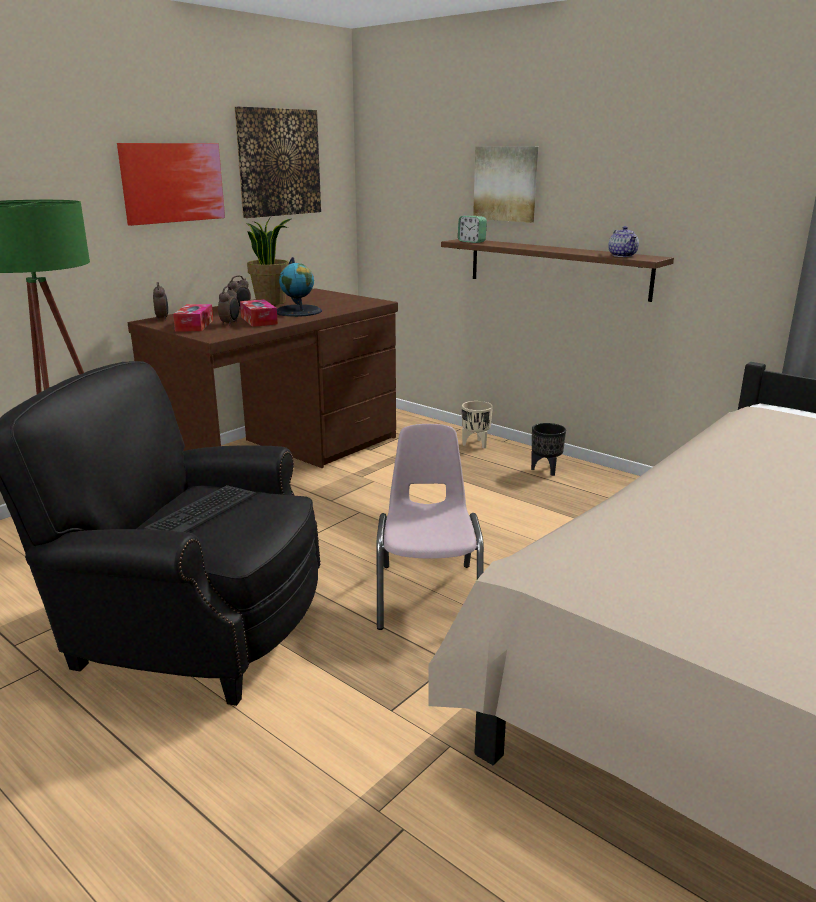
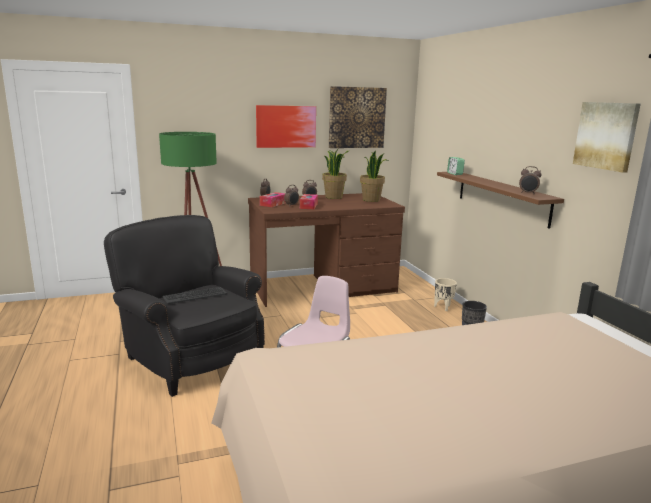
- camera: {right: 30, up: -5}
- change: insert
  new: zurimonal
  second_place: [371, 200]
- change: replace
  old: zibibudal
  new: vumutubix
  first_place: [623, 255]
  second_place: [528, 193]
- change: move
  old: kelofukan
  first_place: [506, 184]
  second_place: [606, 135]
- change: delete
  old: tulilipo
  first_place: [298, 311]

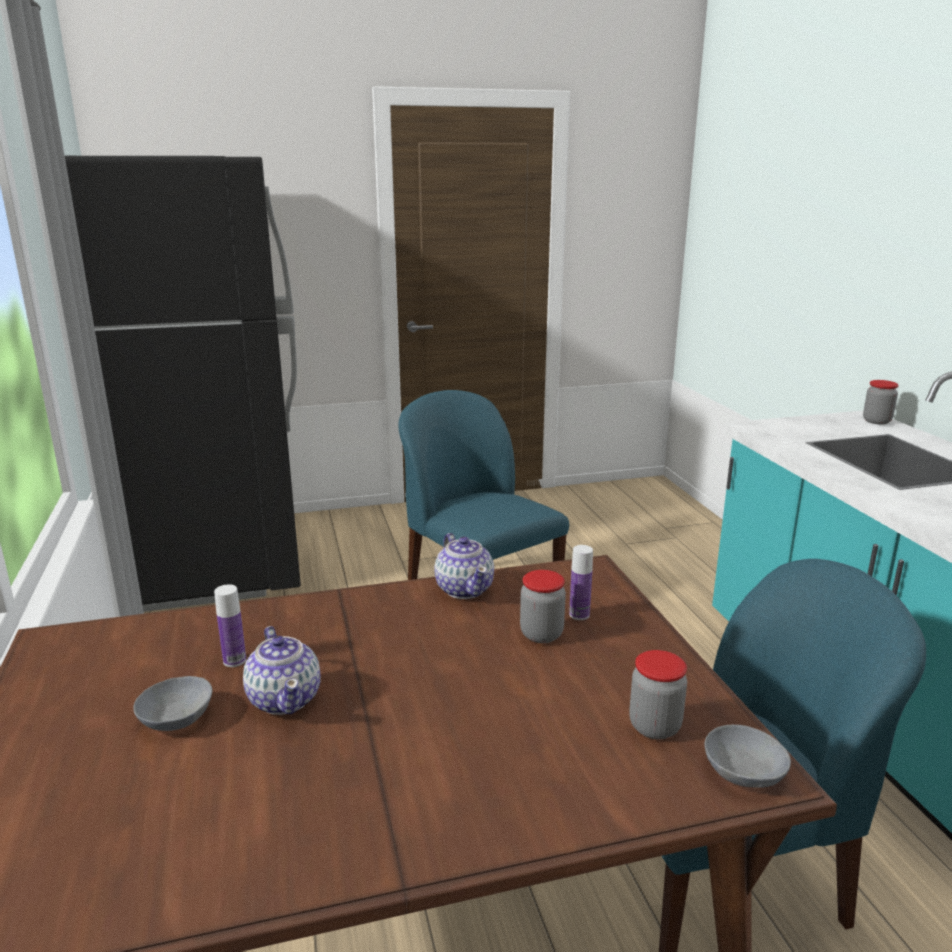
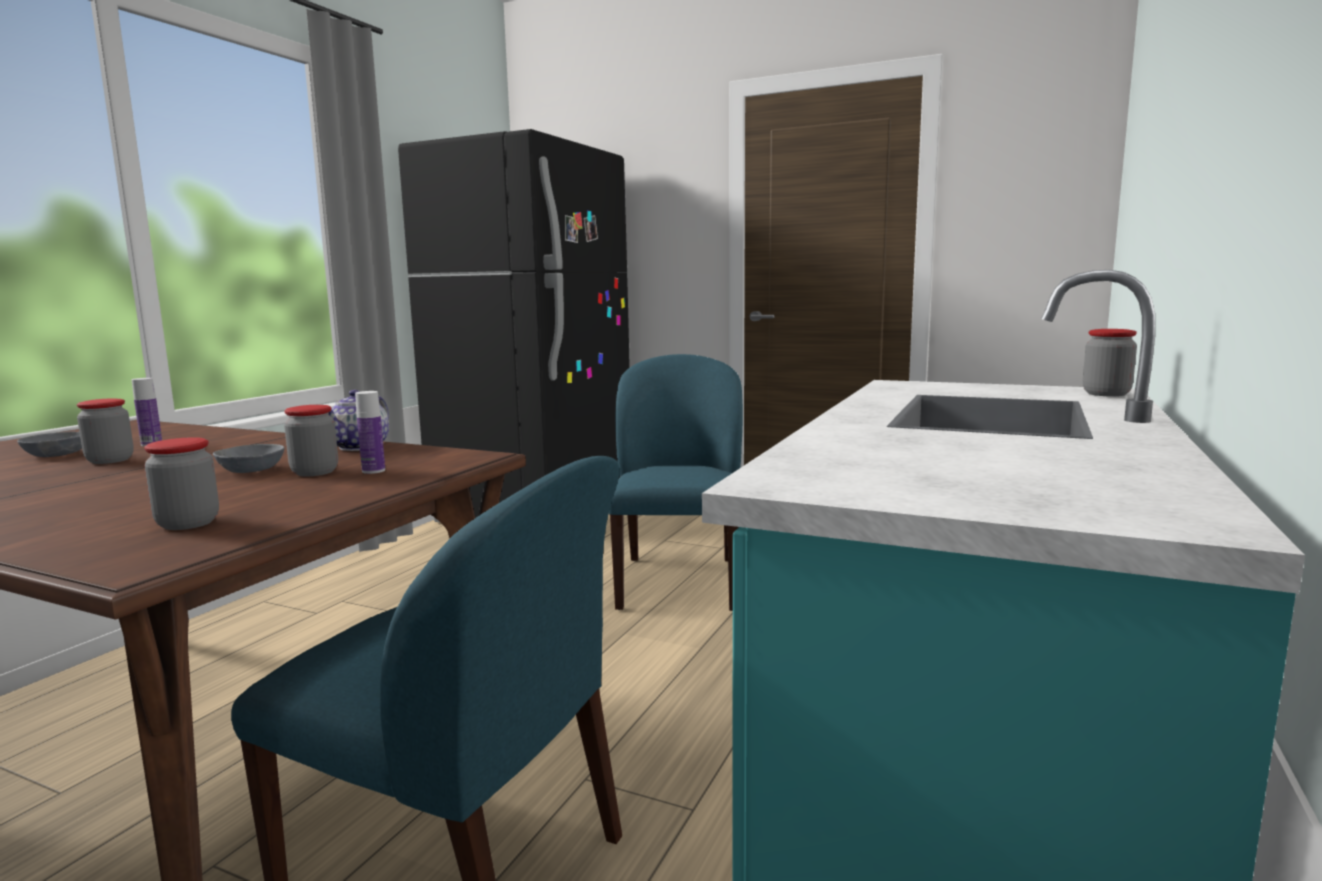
- camera: {right: 40, up: -10}
- change: replace
  old: zibibudal
  new: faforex
  first_place: [285, 698]
  second_place: [110, 460]
- change: move
  old: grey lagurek
  first_place: [746, 771]
  second_place: [252, 470]

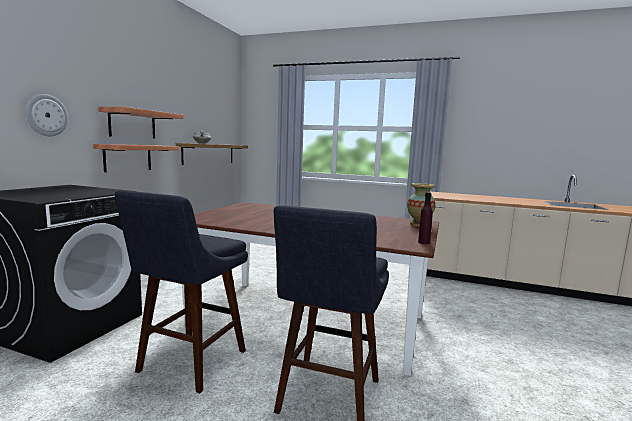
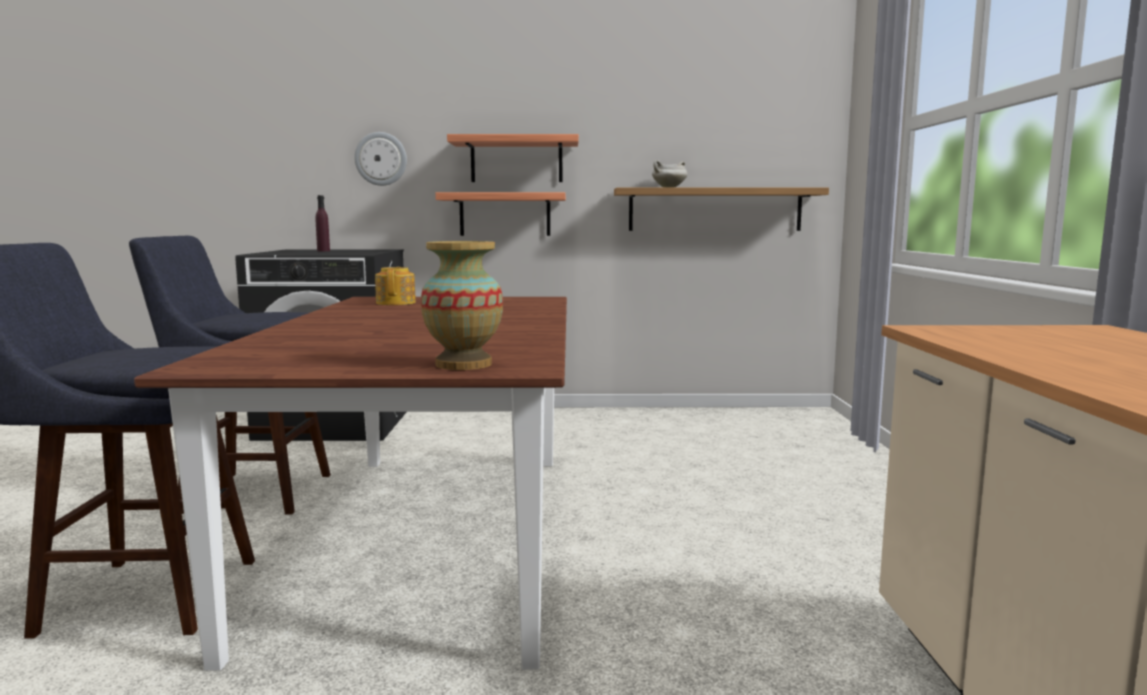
- camera: {right: 70, up: 0}
- change: move
  old: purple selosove
  first_place: [424, 242]
  second_place: [323, 251]
- change: insert
  new: zibibudal
  second_place: [396, 303]

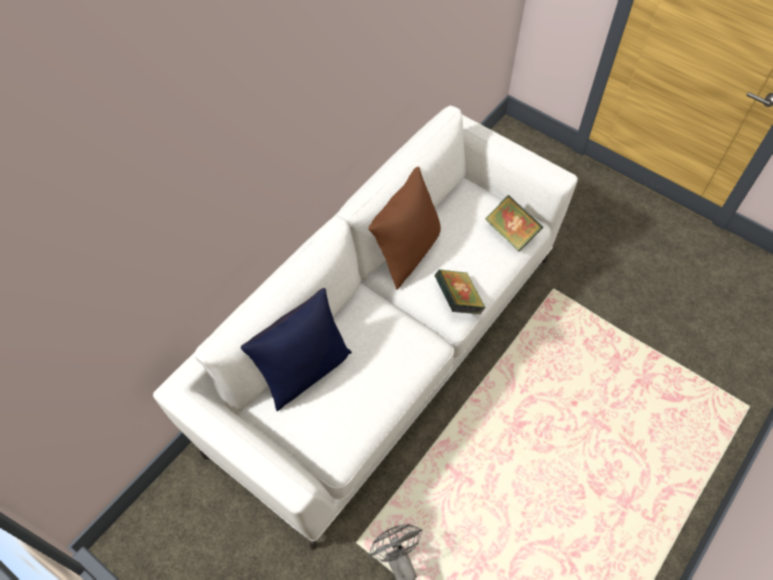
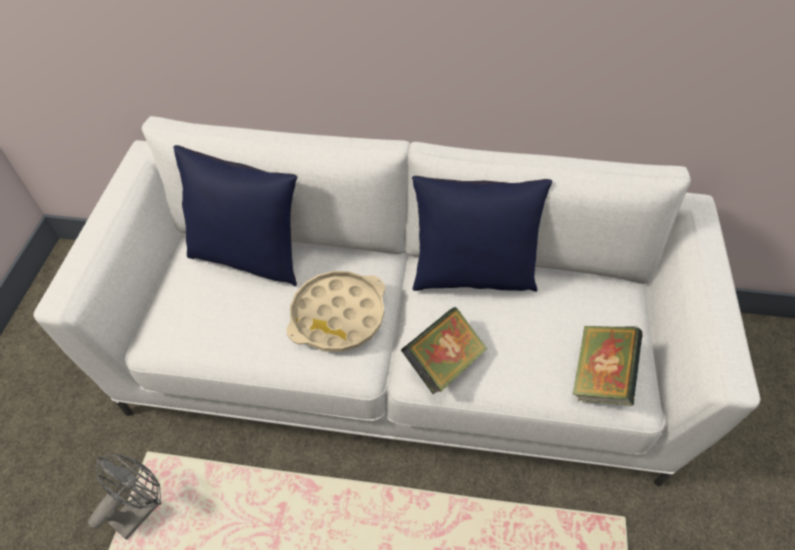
- camera: {right: 60, up: -5}
- change: insert
  new: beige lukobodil
  second_place: [338, 316]
- change: recolor
  old: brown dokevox
  new: blue dokevox
  first_place: [406, 253]
  second_place: [472, 275]

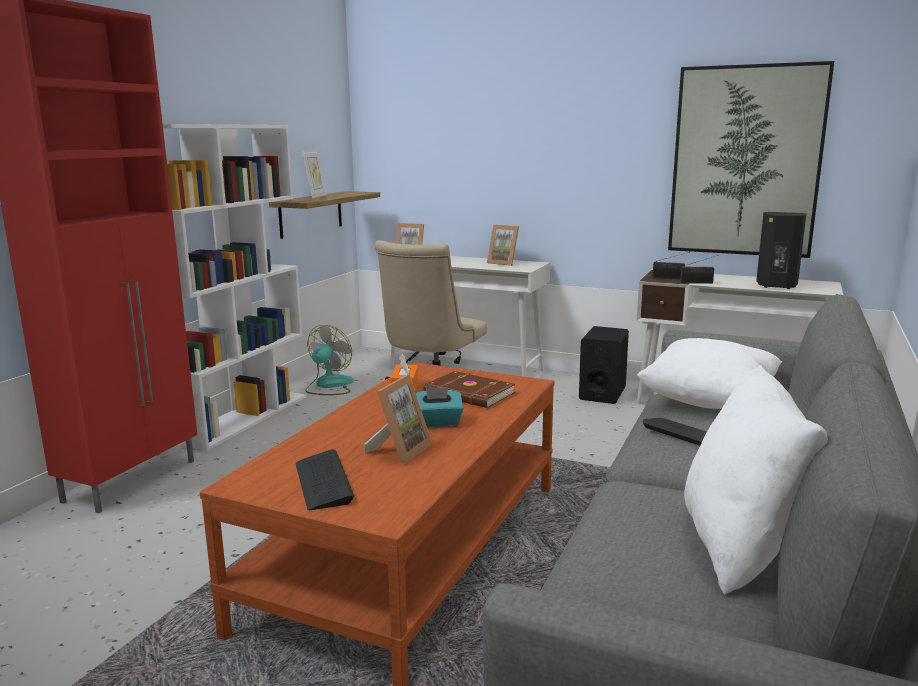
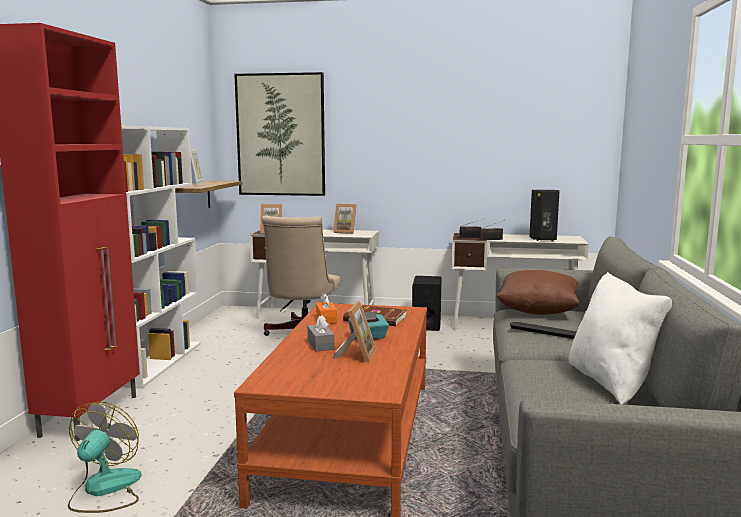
- camera: {right: -15, up: -5}
- change: move
  old: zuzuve
  first_place: [328, 386]
  second_place: [104, 490]
- change: move
  old: kelofukan
  first_place: [745, 162]
  second_place: [280, 135]
- change: insert
  new: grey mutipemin
  second_place: [320, 344]
- change: recolor
  old: white dokevox
  new: brown dokevox
  first_place: [708, 401]
  second_place: [537, 311]
- change: delete
  old: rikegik
  first_place: [323, 482]

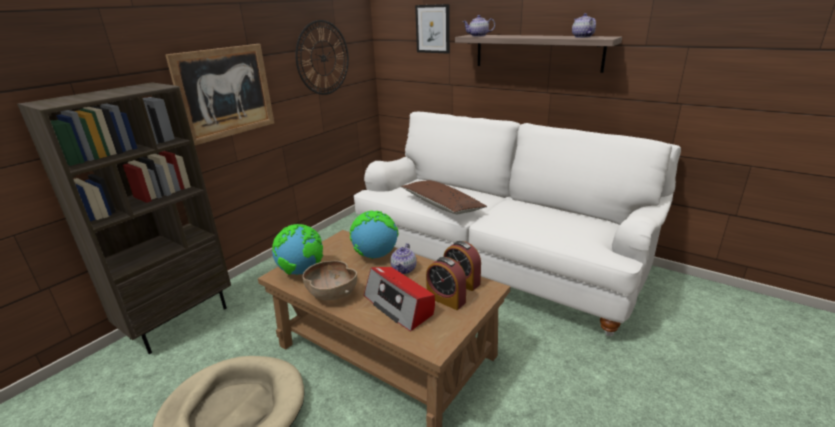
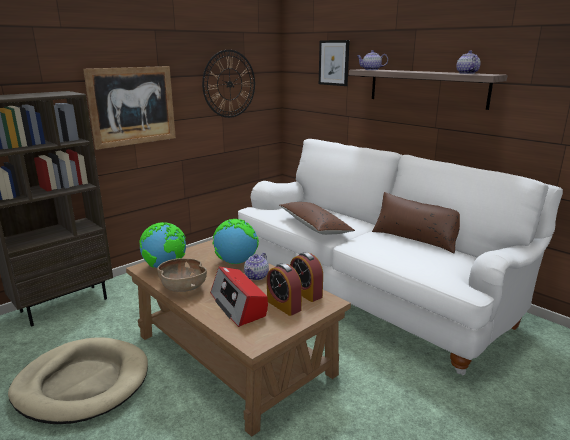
- camera: {right: 10, up: -5}
- change: insert
  new: brown dokevox
  second_place: [415, 238]

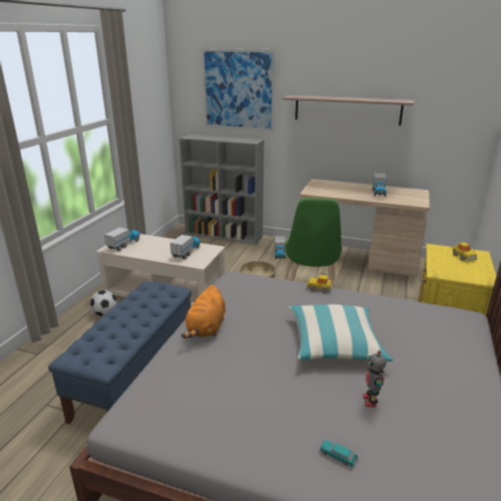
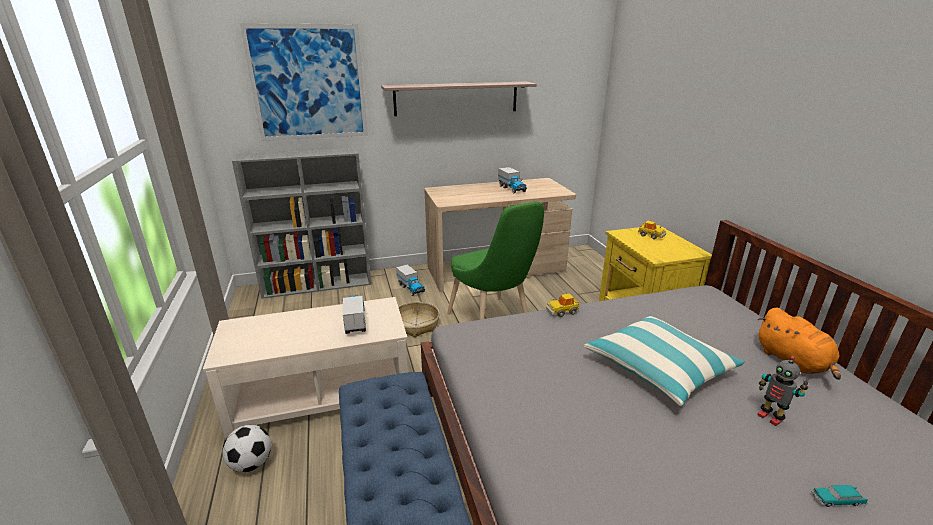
- camera: {right: -35, up: 0}
- change: move
  old: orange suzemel
  first_place: [206, 328]
  second_place: [793, 362]
- change: delete
  old: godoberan
  first_place: [124, 244]

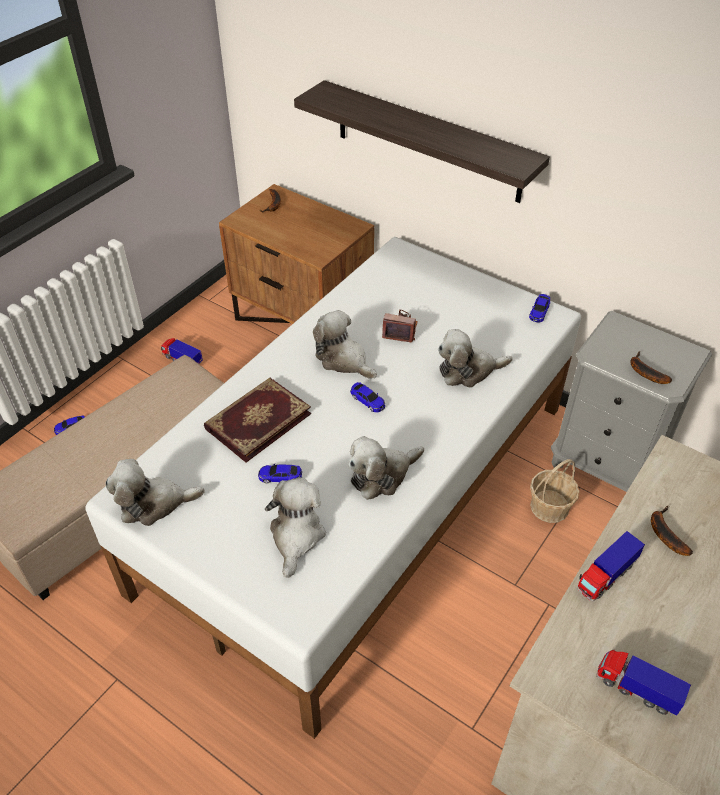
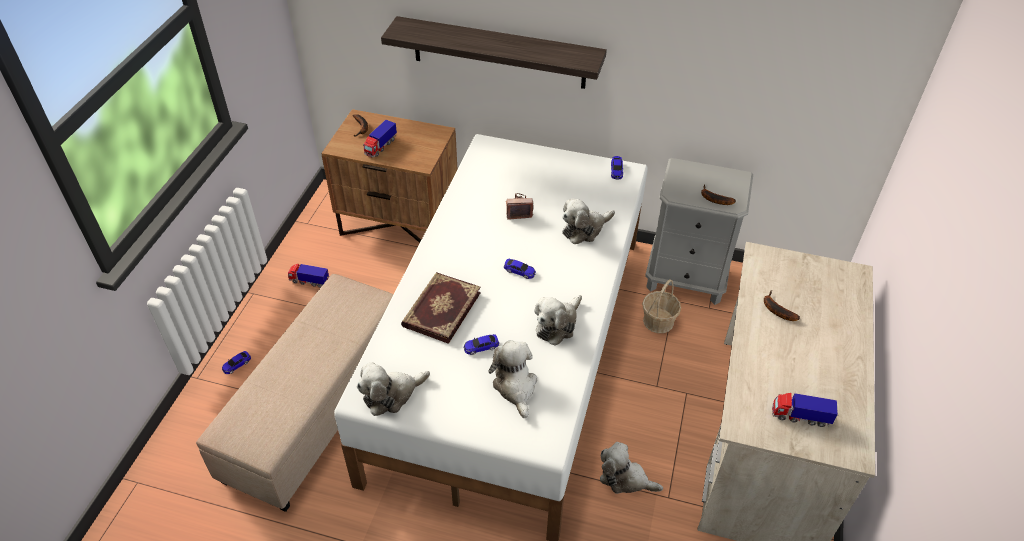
- camera: {right: -20, up: 0}
- change: move
  old: godoberan
  first_place: [605, 576]
  second_place: [380, 147]
- change: move
  old: suzemel
  first_place: [343, 360]
  second_place: [625, 478]

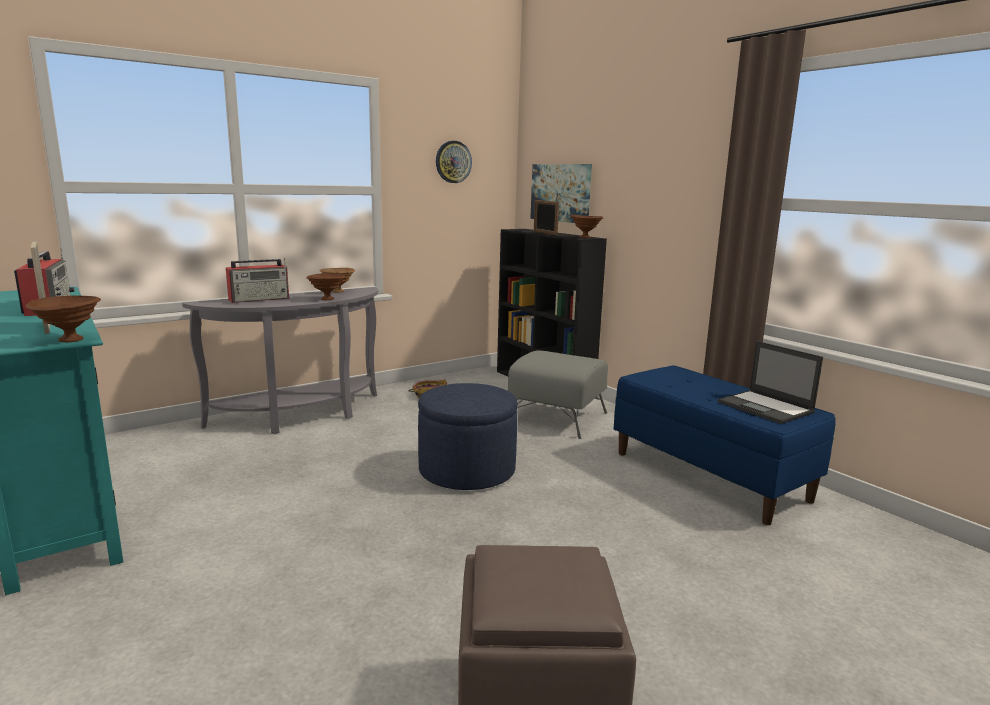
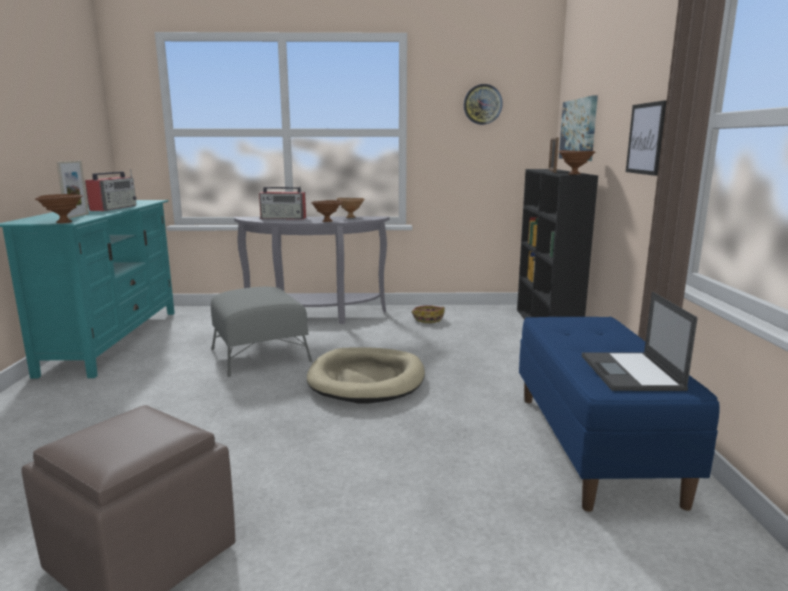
- camera: {right: 35, up: 0}
- change: move
  old: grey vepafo
  first_place: [556, 417]
  second_place: [260, 354]
- change: replace
  old: blue vepafo
  new: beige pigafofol
  first_place: [467, 470]
  second_place: [367, 379]
- change: insert
  new: kelofukan
  second_place: [645, 138]

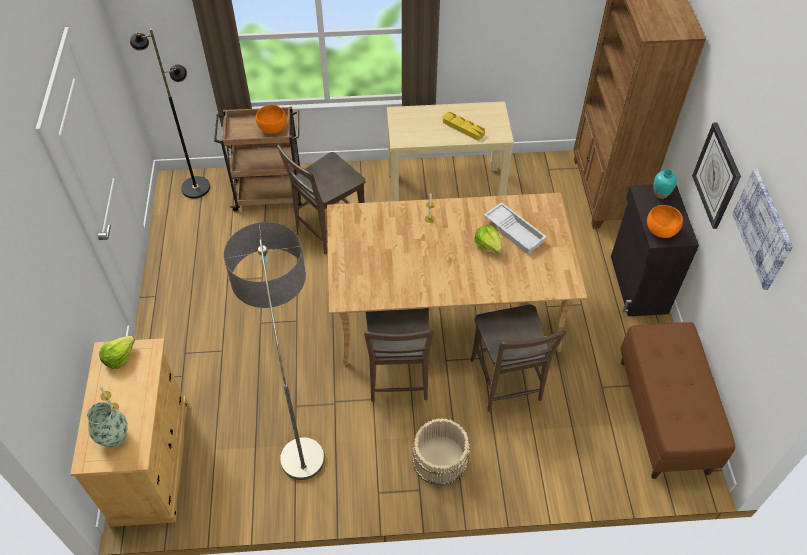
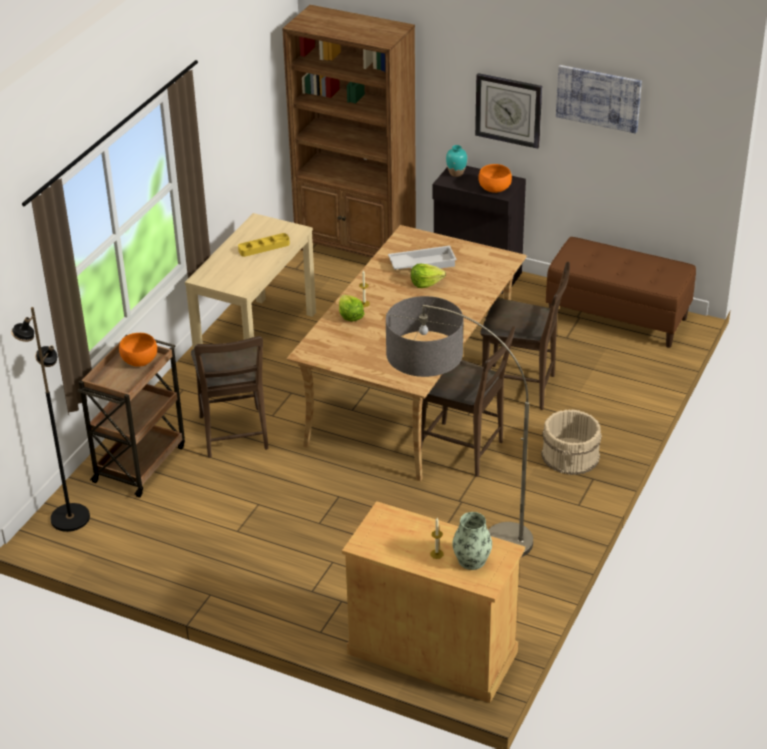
- camera: {right: -60, up: -15}
- change: move
  old: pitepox
  first_place: [119, 357]
  second_place: [350, 316]

